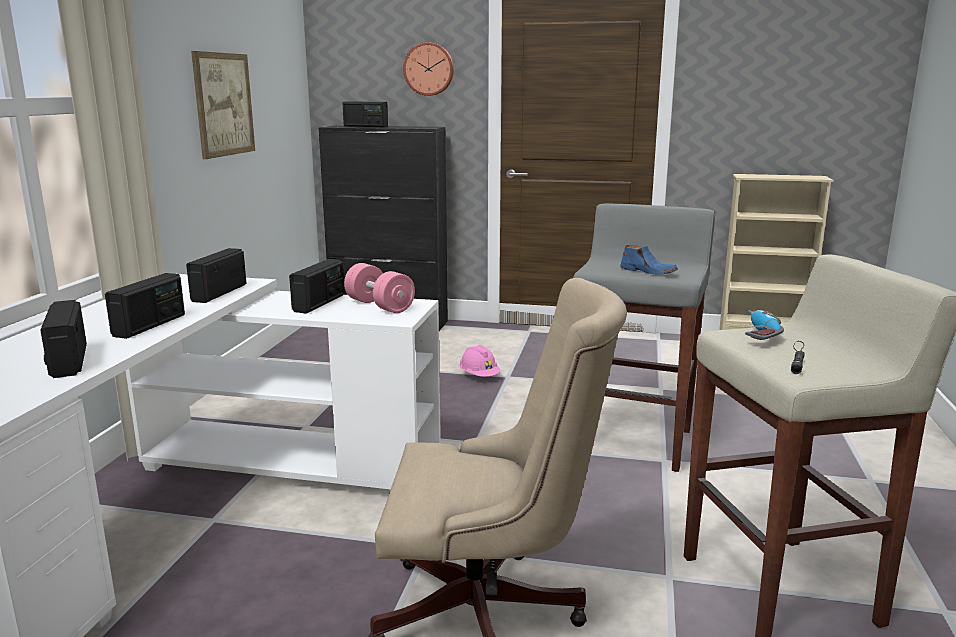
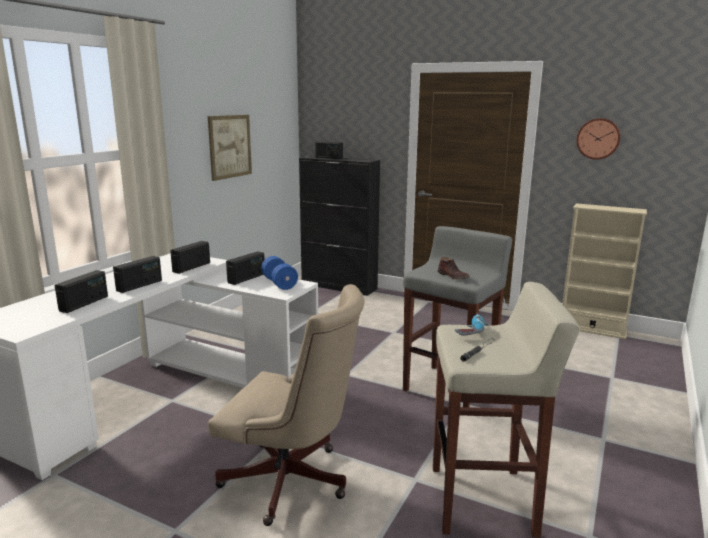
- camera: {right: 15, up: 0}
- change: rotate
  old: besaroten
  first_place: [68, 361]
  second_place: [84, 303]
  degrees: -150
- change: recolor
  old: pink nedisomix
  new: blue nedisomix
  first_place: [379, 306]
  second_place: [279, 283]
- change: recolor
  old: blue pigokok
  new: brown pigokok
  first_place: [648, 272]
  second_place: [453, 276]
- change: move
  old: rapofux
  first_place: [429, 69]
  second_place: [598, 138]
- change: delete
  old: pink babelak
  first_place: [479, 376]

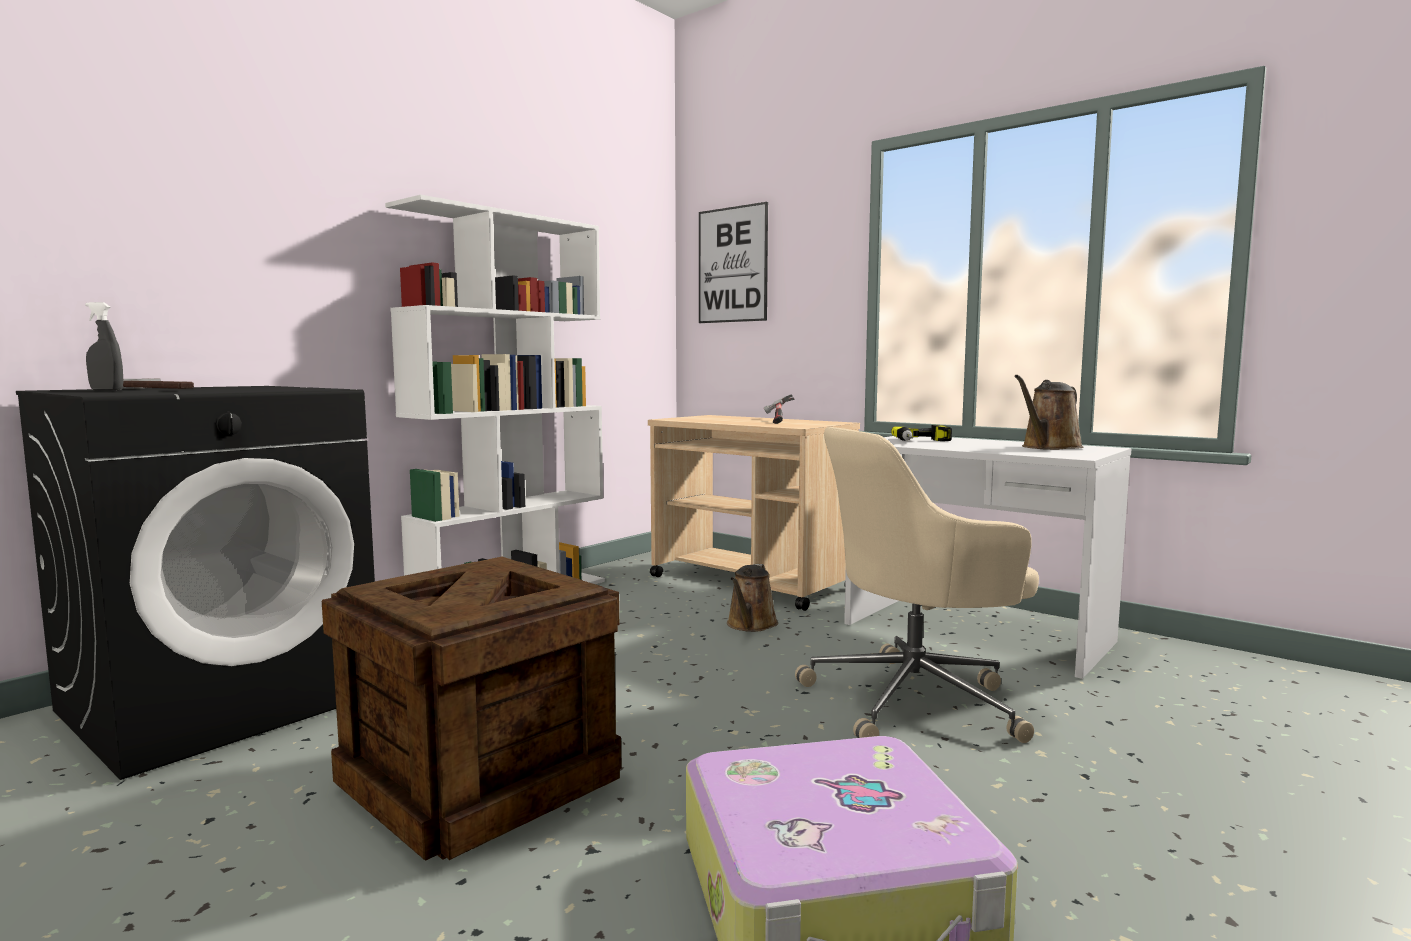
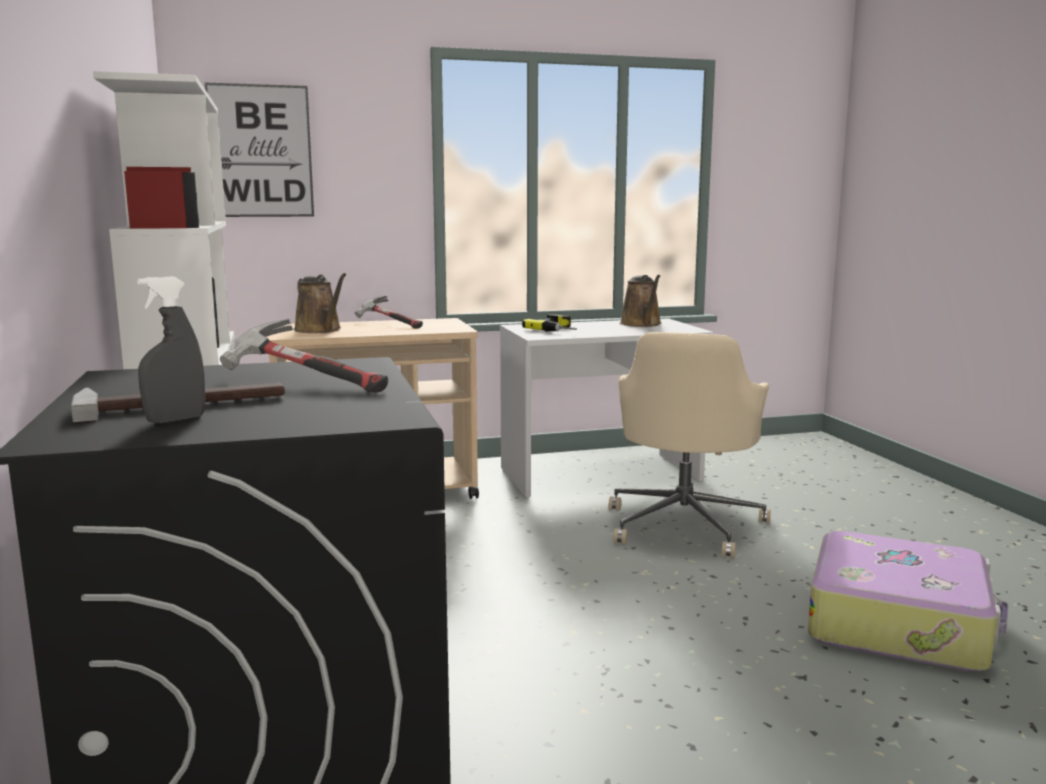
- camera: {right: -55, up: 5}
- change: insert
  new: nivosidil
  second_place: [305, 382]
- change: move
  old: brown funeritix
  first_place: [750, 625]
  second_place: [320, 330]
- change: delete
  old: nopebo
  first_place: [479, 781]

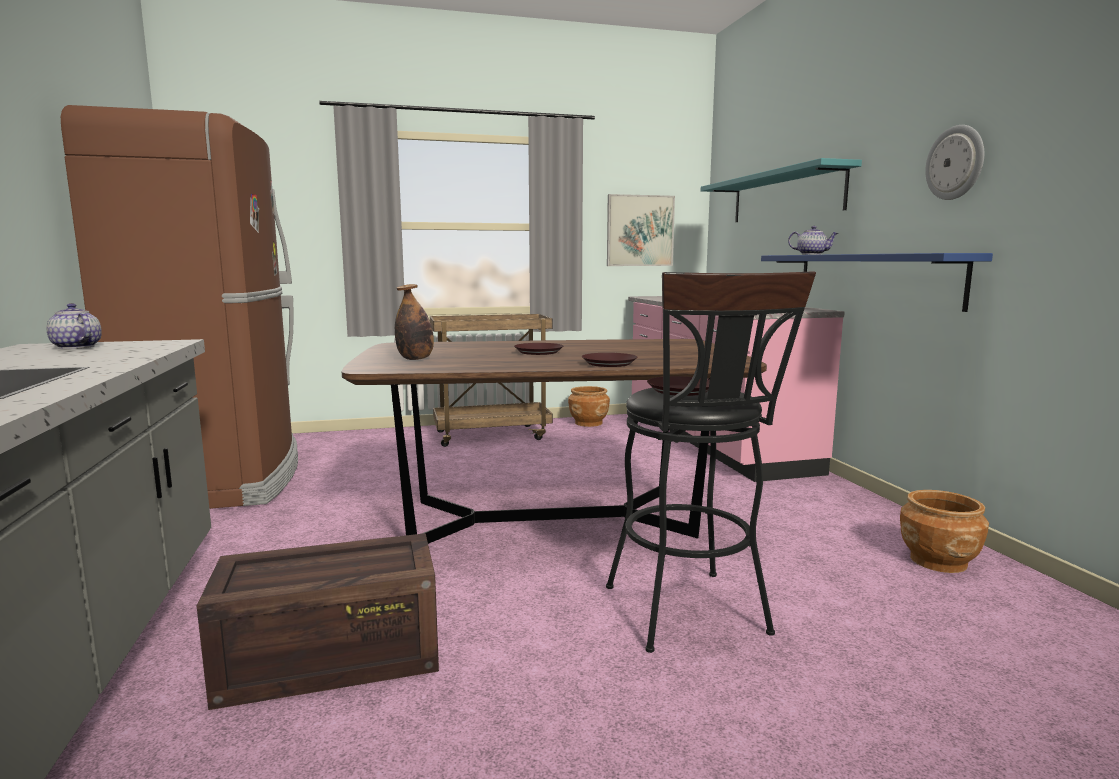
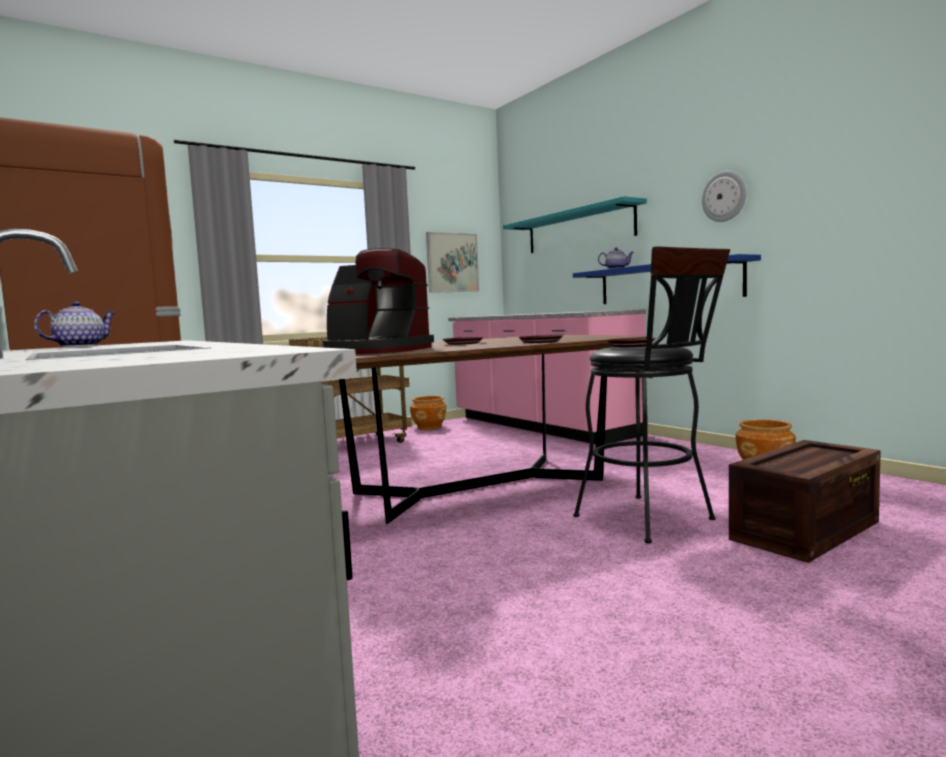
- camera: {right: -20, up: -5}
- change: rotate
  old: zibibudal
  first_place: [75, 347]
  second_place: [80, 346]
  degrees: 105
- change: replace
  old: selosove
  new: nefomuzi
  first_place: [415, 359]
  second_place: [376, 351]
- change: move
  old: nopebo
  first_place: [327, 661]
  second_place: [806, 532]

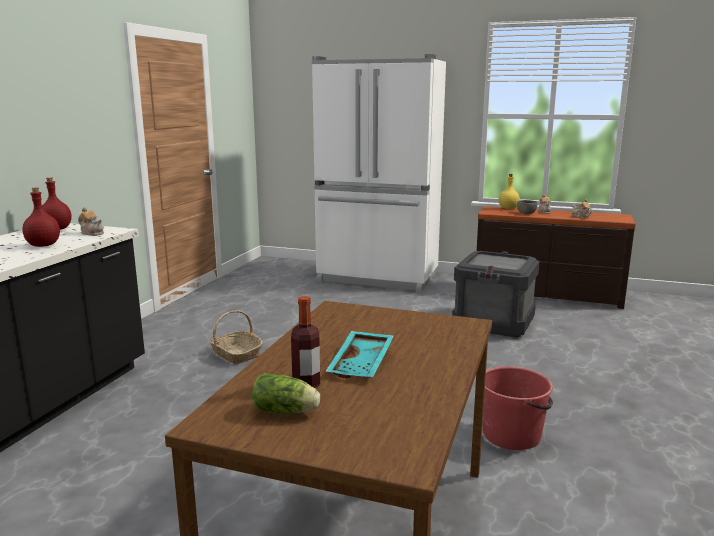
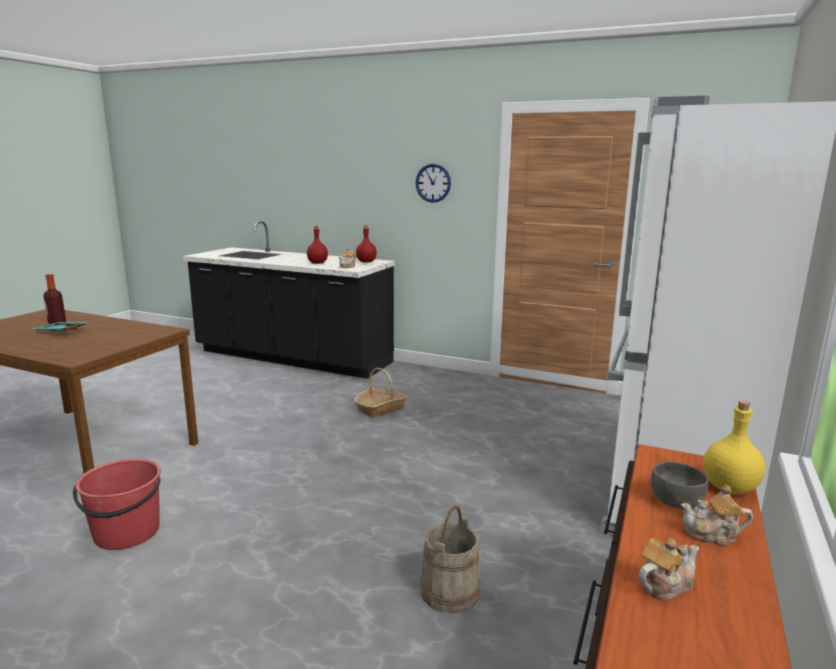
- camera: {right: 95, up: 0}
- change: insert
  new: rapofux
  second_place: [433, 183]
- change: replace
  old: nopebo
  new: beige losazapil
  first_place: [494, 322]
  second_place: [450, 592]
- change: delete
  old: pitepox
  first_place: [287, 411]

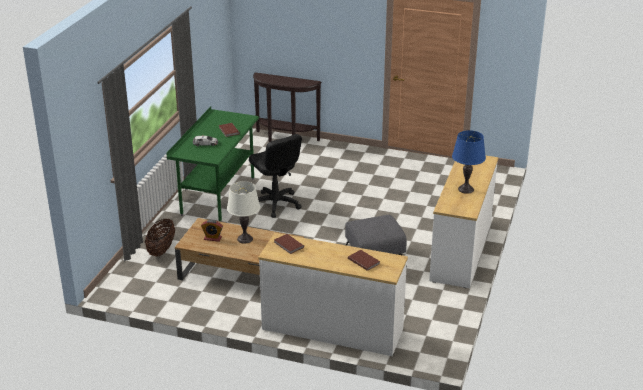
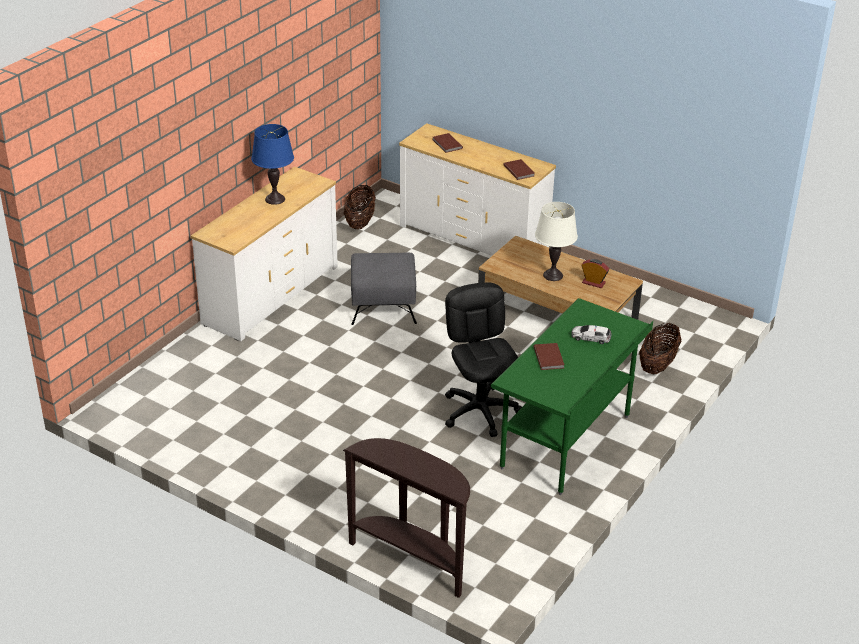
- camera: {right: -165, up: 5}
- change: insert
  new: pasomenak
  second_place: [360, 222]

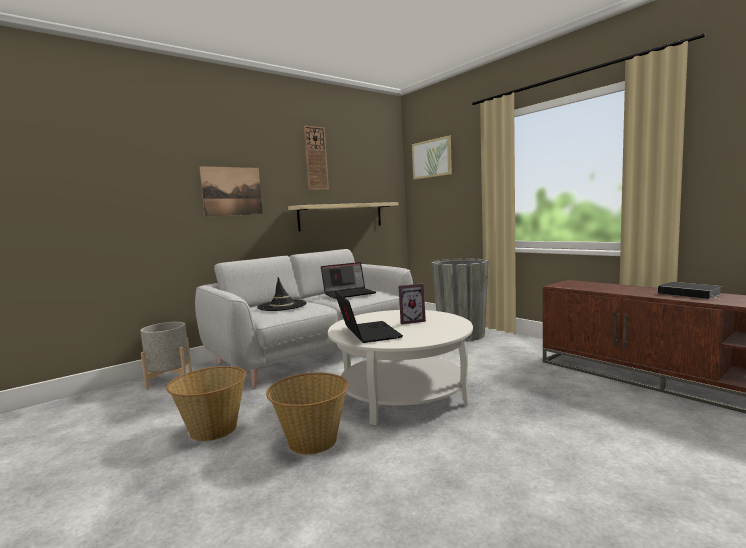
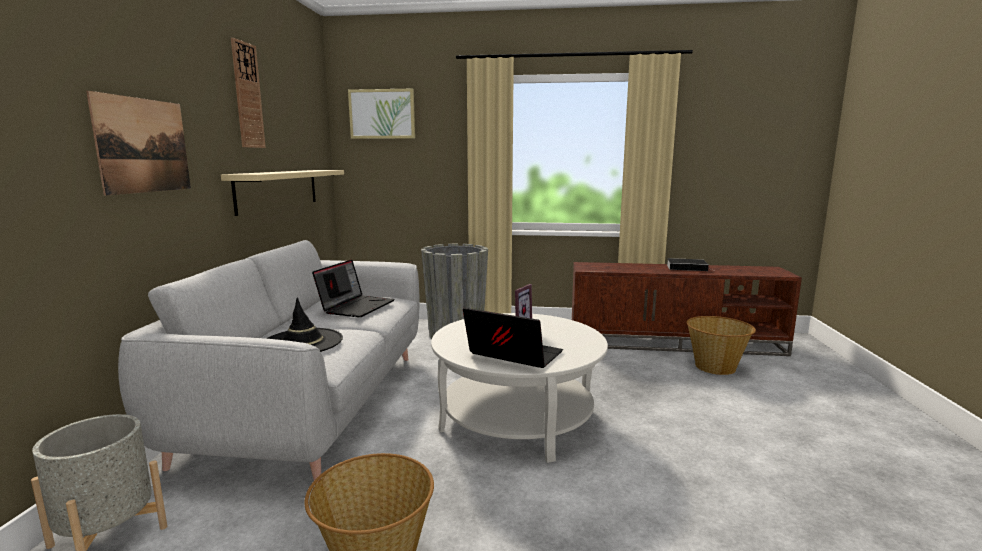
- camera: {right: -45, up: 5}
- change: move
  old: pasomenak
  first_place: [312, 441]
  second_place: [715, 367]

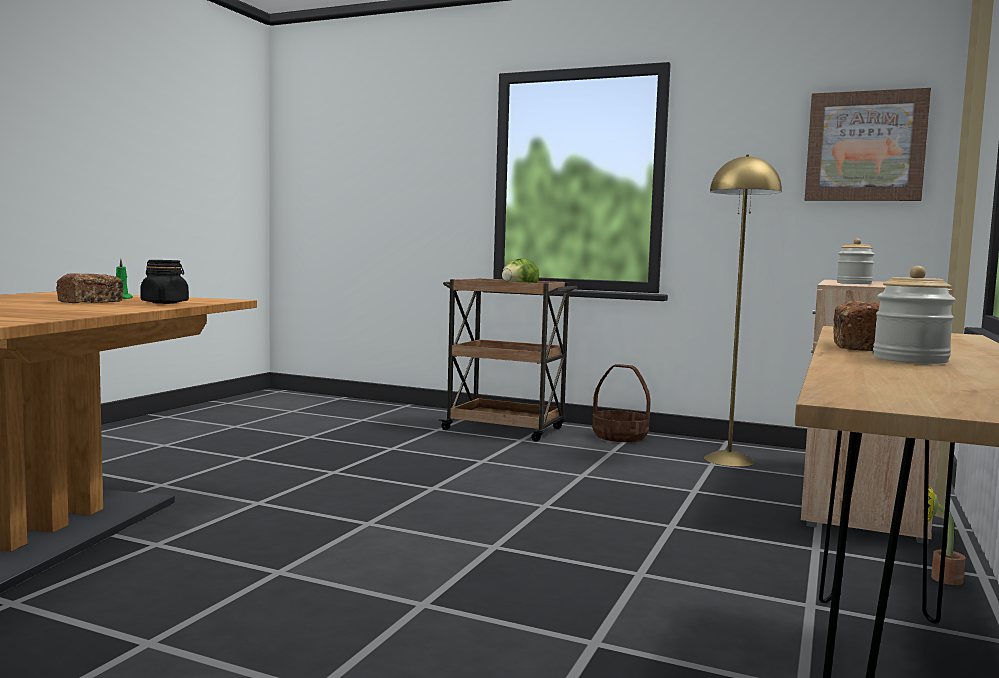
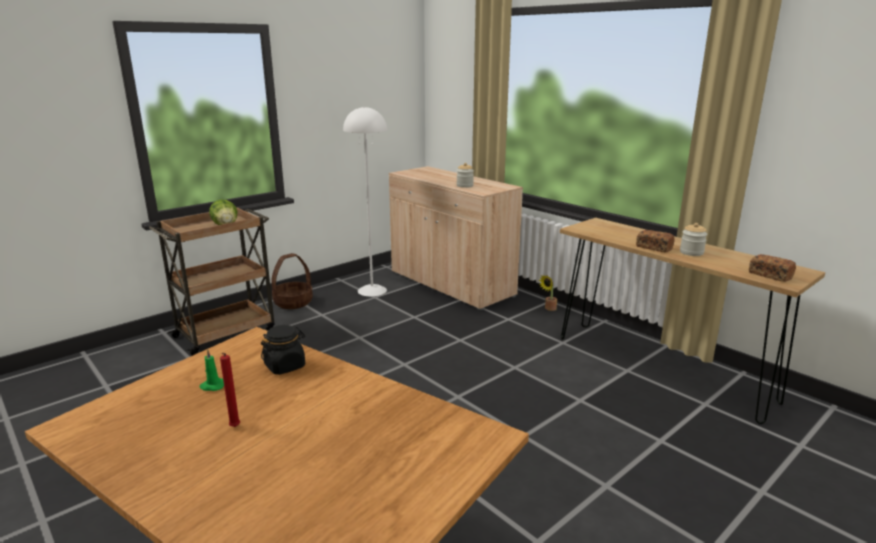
- camera: {right: -65, up: 15}
- change: insert
  new: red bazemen
  second_place: [234, 428]
- change: recolor
  old: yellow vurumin
  new: white vurumin
  first_place: [728, 460]
  second_place: [372, 290]
- change: move
  old: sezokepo
  first_place: [90, 302]
  second_place: [770, 275]
- change: delete
  old: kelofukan
  first_place: [865, 146]

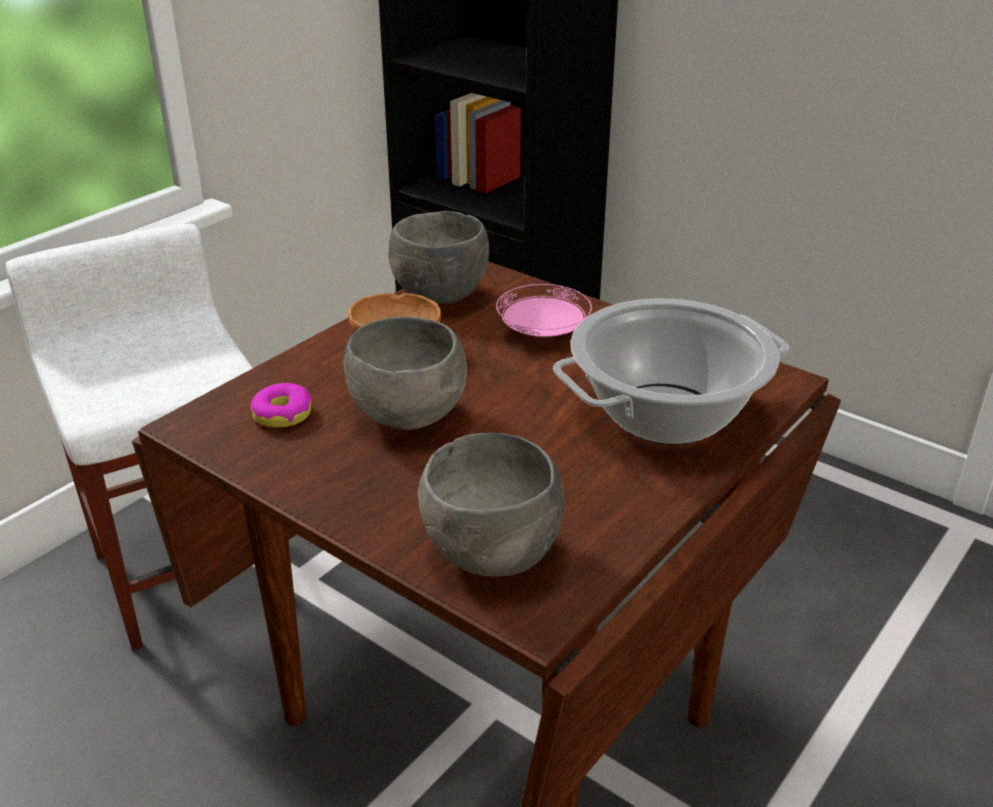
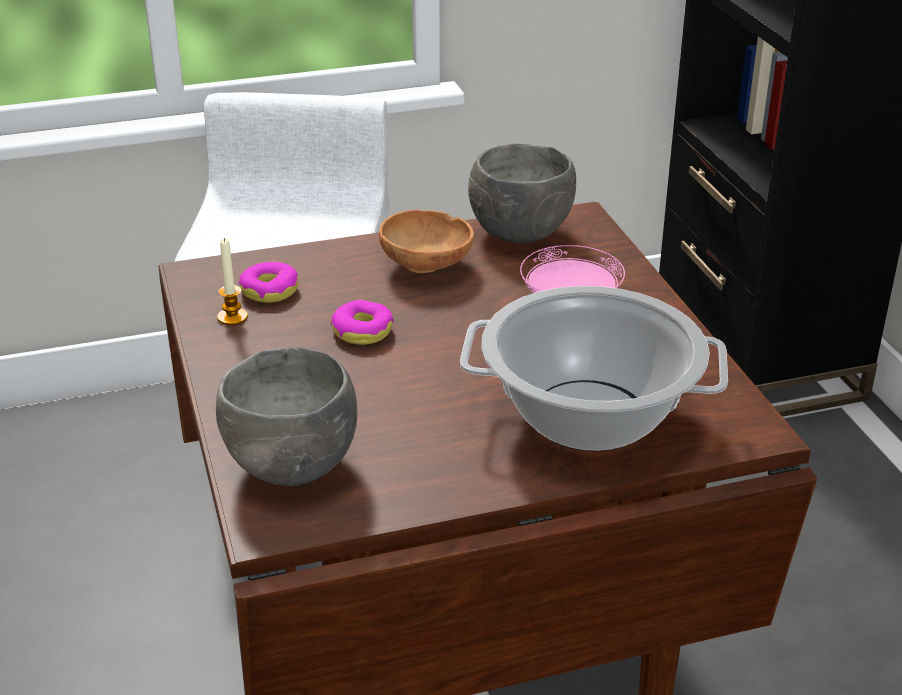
- camera: {right: 35, up: 0}
- change: insert
  new: bazemen
  second_place: [232, 317]
- change: replace
  old: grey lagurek
  new: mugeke
  first_place: [409, 417]
  second_place: [362, 331]

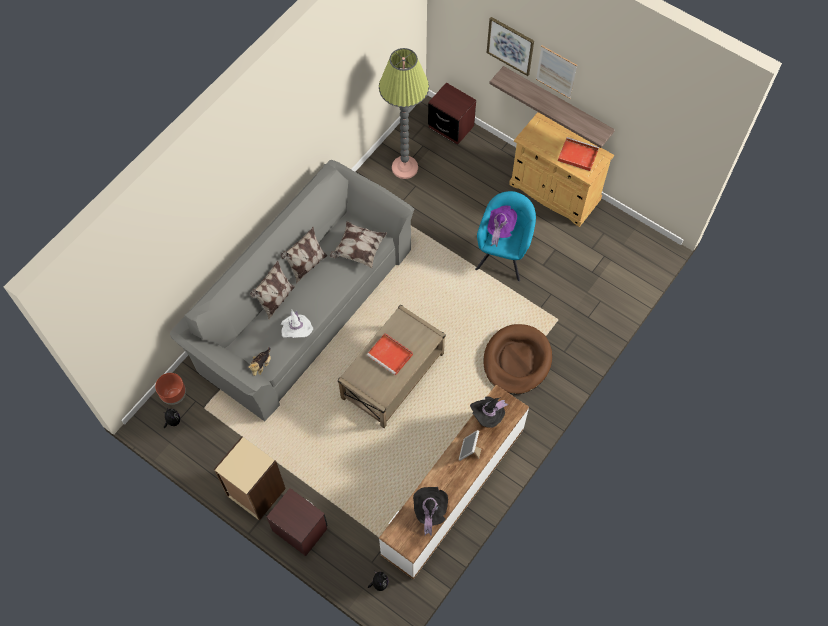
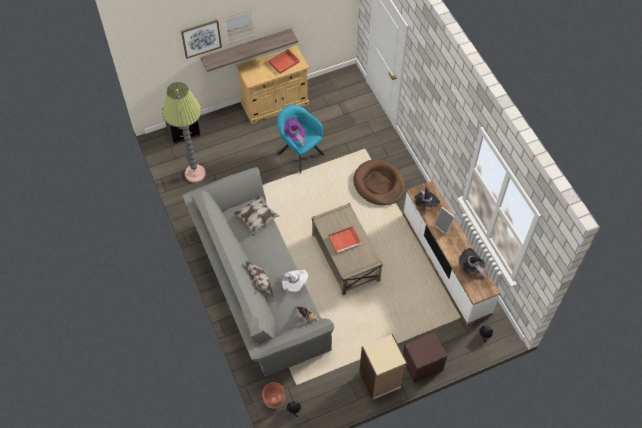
- camera: {right: -60, up: -5}
- change: delete
  old: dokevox
  first_place: [306, 266]

